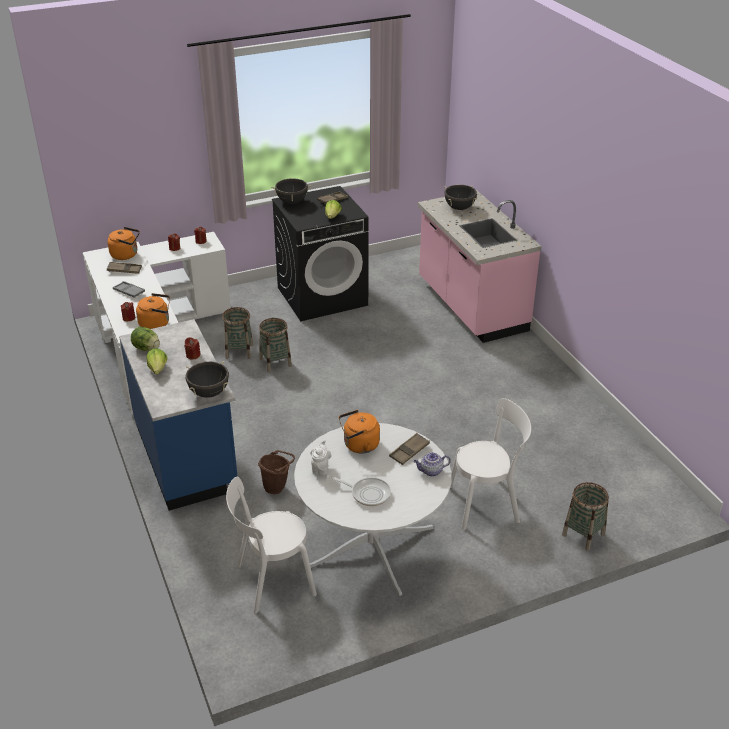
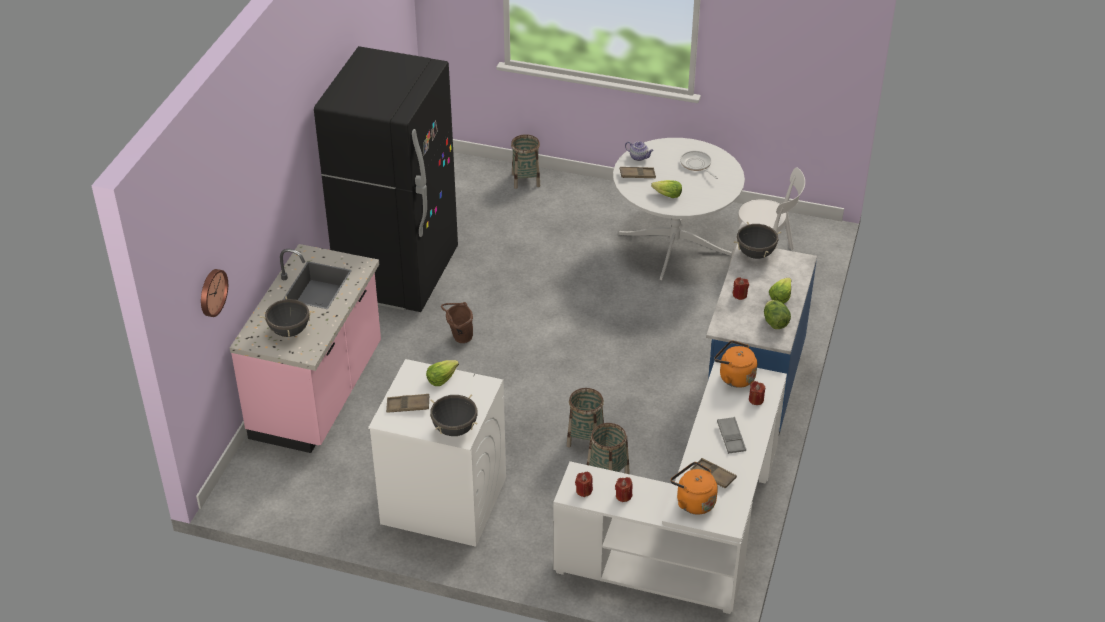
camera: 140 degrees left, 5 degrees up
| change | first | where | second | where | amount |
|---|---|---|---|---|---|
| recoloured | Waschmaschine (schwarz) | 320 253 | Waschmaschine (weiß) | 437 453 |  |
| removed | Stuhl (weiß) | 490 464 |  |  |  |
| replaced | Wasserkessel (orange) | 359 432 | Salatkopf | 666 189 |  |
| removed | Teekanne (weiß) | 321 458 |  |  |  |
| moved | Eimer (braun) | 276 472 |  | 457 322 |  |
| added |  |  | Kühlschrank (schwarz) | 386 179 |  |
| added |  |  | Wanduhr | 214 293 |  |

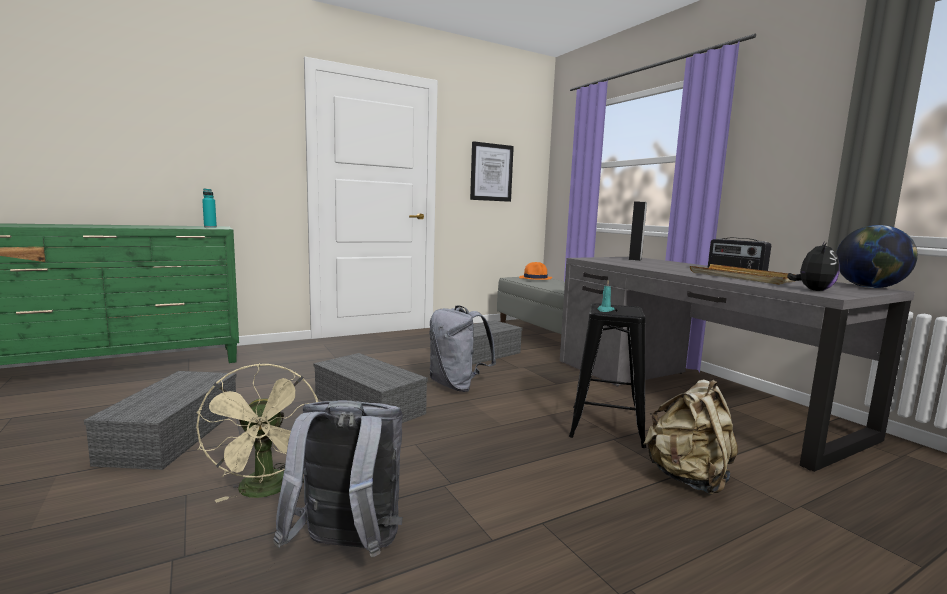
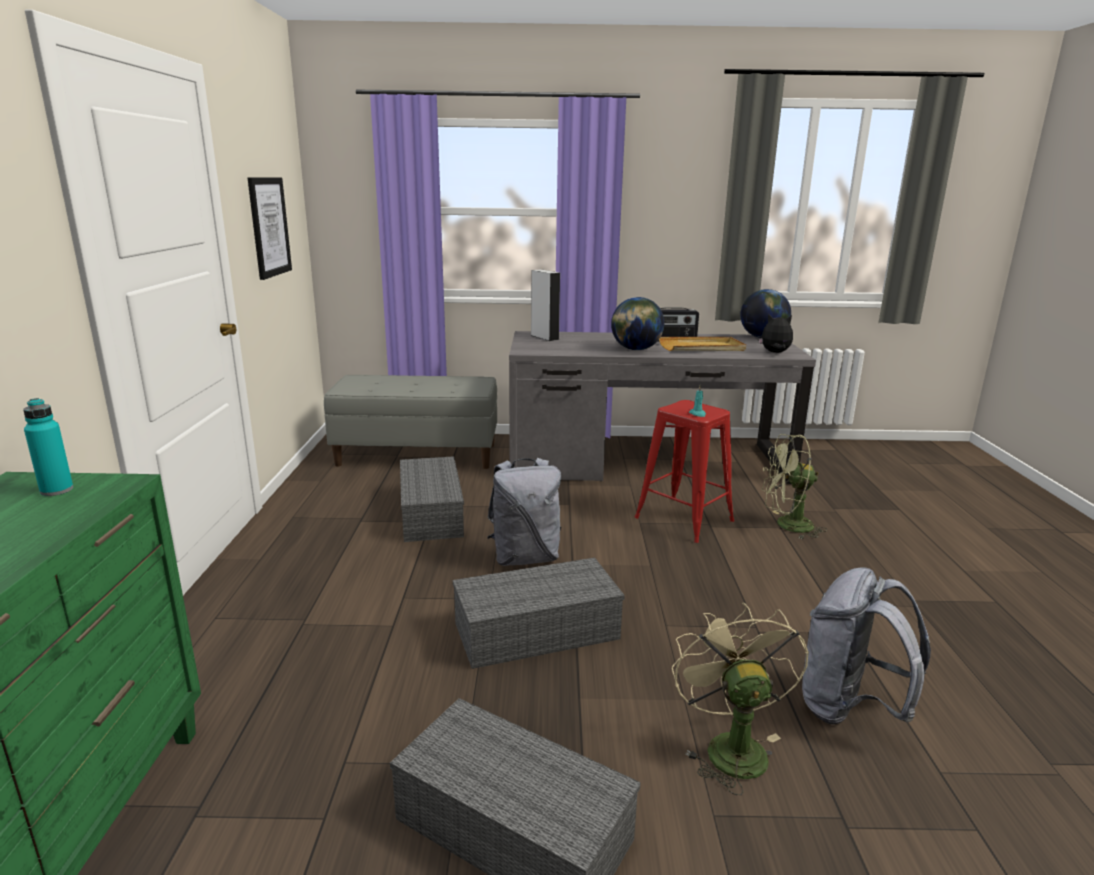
camera: 60 degrees left, 10 degrees up
| change | first | where | second | where | amount |
|---|---|---|---|---|---|
| turned | Plüschtier | 813 266 |  | 776 333 | 45 degrees counterclockwise |
| removed | Hut (orange) | 535 271 |  |  |  |
| recoloured | Hocker (schwarz) | 607 375 | Hocker (rot) | 684 471 |  |
| turned | Ventilator (beige) | 257 433 |  | 740 698 | 105 degrees counterclockwise |
| replaced | Rucksack (beige) | 690 437 | Ventilator (grün) | 794 486 |  |
| added |  |  | Globus | 637 323 |  |

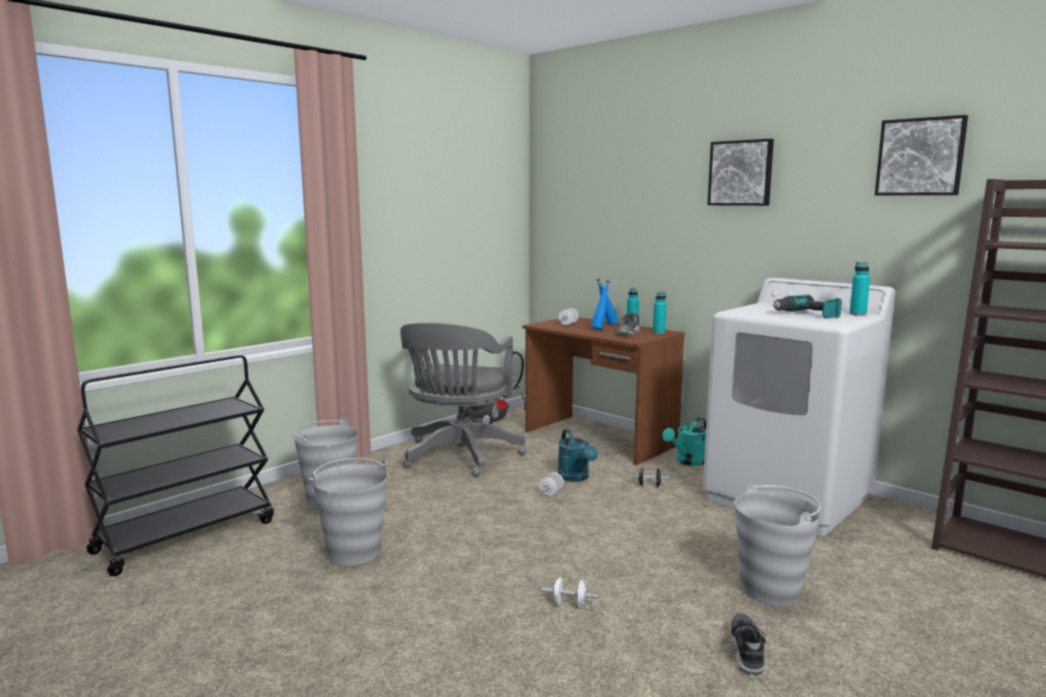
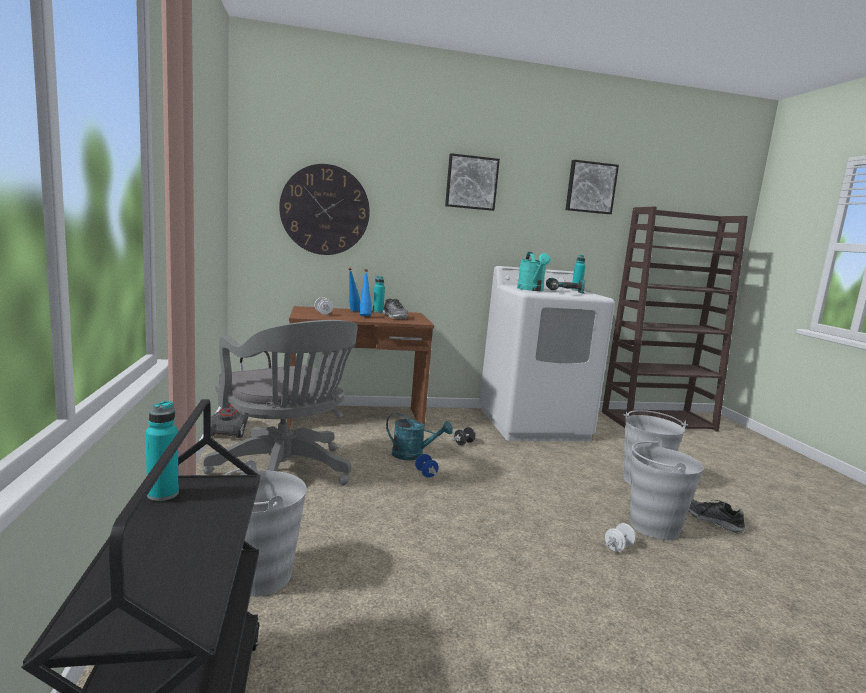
camera: 55 degrees left, 0 degrees up
| change | first | where | second | where | amount |
|---|---|---|---|---|---|
| moved | Flasche (türkis) | 659 313 |  | 162 451 |  |
| moved | Gießkanne (türkis) | 684 442 |  | 534 271 |  |
| moved | Eimer (grau) | 348 511 |  | 667 488 |  |
| recoloured | Hantel (weiß) | 551 484 | Hantel (blau) | 427 466 |  |
| added |  |  | Wanduhr | 324 209 |  |

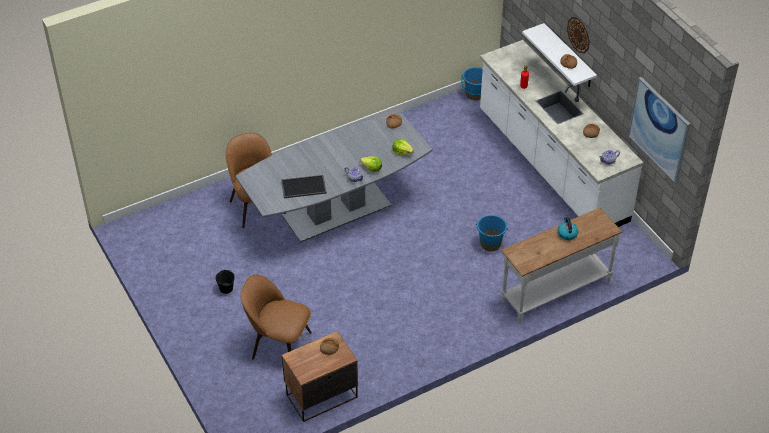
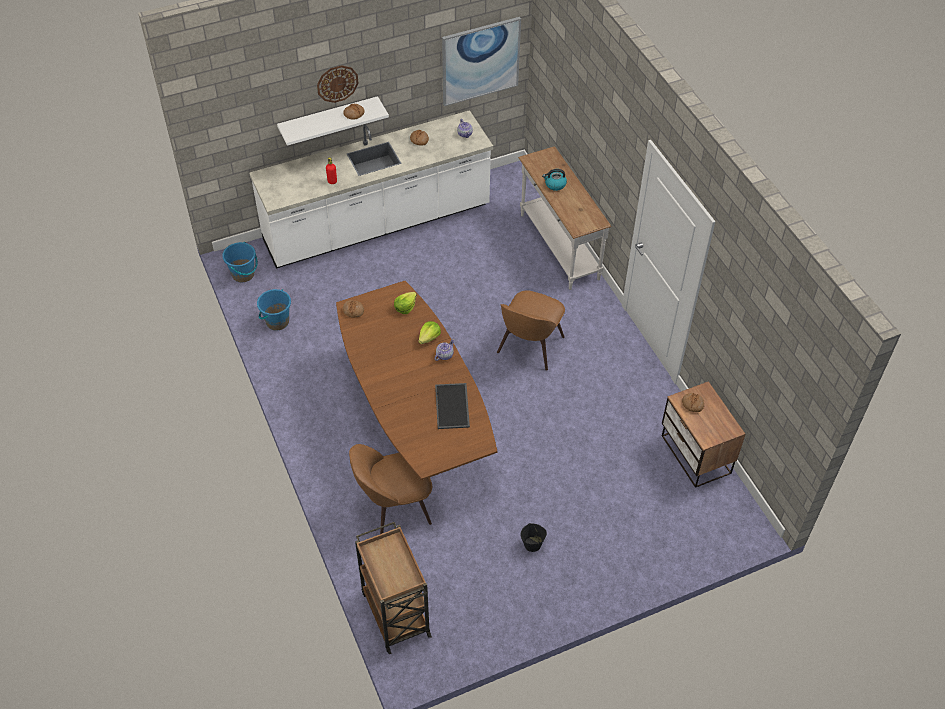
camera: 85 degrees left, 5 degrees up
| change | first | where | second | where | amount |
|---|---|---|---|---|---|
| recoloured | Esstisch (grau) | 334 177 | Esstisch (braun) | 416 380 |  |
| moved | Eimer (blau) | 492 233 |  | 274 309 |  |
| moved | Stuhl (braun) | 276 317 |  | 531 330 |  |
| added |  |  | Rollwagen (braun) | 393 588 |  |

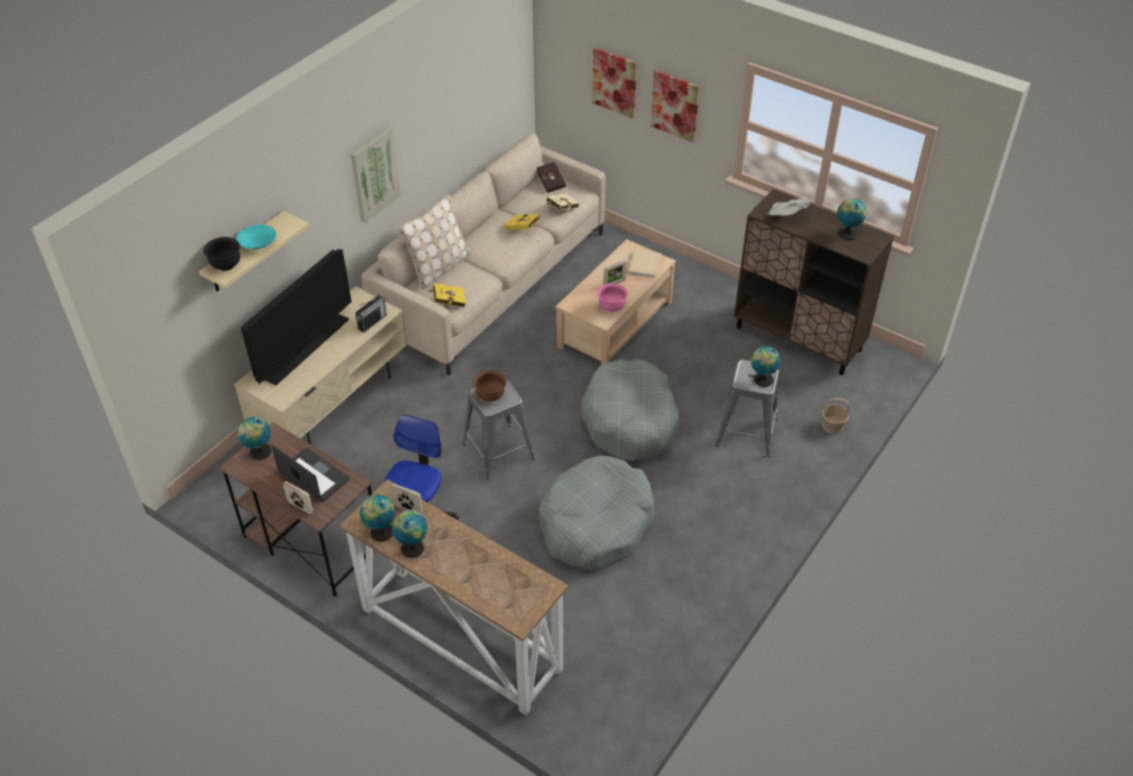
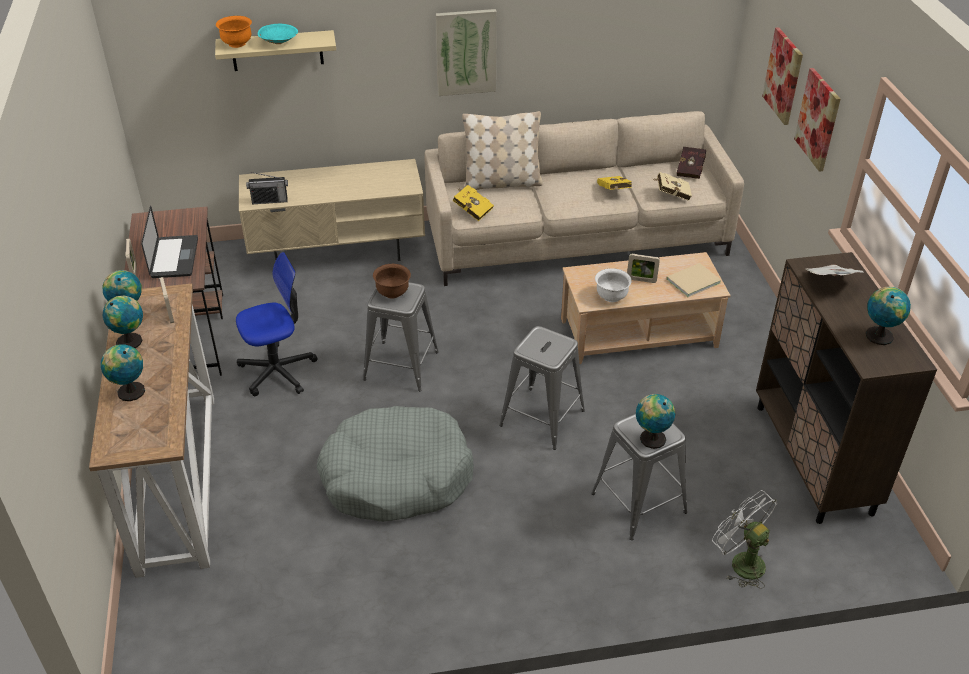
camera: 45 degrees right, 5 degrees down
| change | first | where | second | where | amount |
|---|---|---|---|---|---|
| recoloured | Schüssel (schwarz) | 221 254 | Schüssel (orange) | 234 32 |  |
| removed | Fernseher | 296 317 |  |  |  |
| recoloured | Schüssel (rosa) | 612 297 | Schüssel (weiß) | 613 285 |  |
| moved | Radio | 371 314 |  | 267 188 |  |
| replaced | Hundebett (grau) | 630 410 | Hocker (grau) | 542 388 |  |
| replaced | Korb | 835 416 | Ventilator (weiß) | 744 539 |  |
| moved | Globus | 254 438 |  | 123 372 |  |

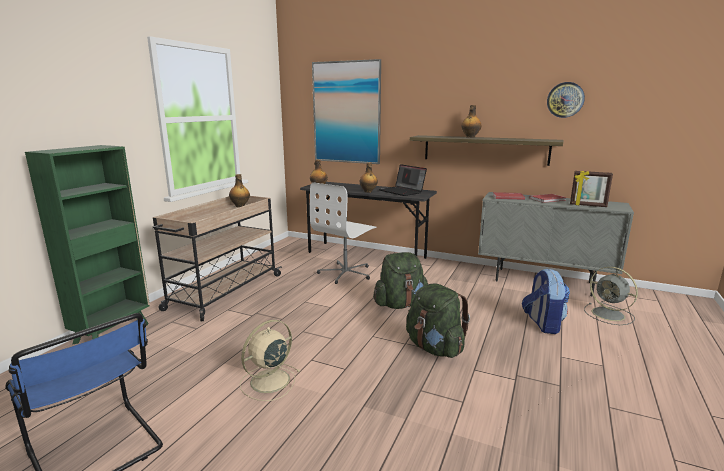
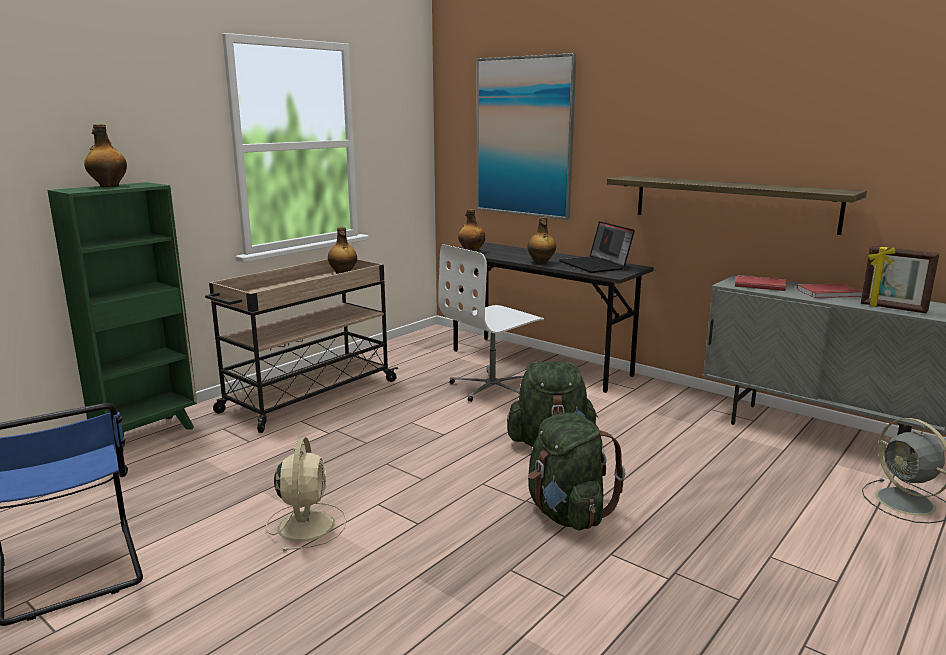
camera: 15 degrees right, 0 degrees up
| change | first | where | second | where | amount |
|---|---|---|---|---|---|
| removed | Wanduhr | 566 100 |  |  |  |
| moved | Flasche | 472 121 |  | 105 155 |  |
| removed | Rucksack | 546 301 |  |  |  |
| turned | Ventilator (beige) | 270 360 |  | 306 494 | 120 degrees clockwise |

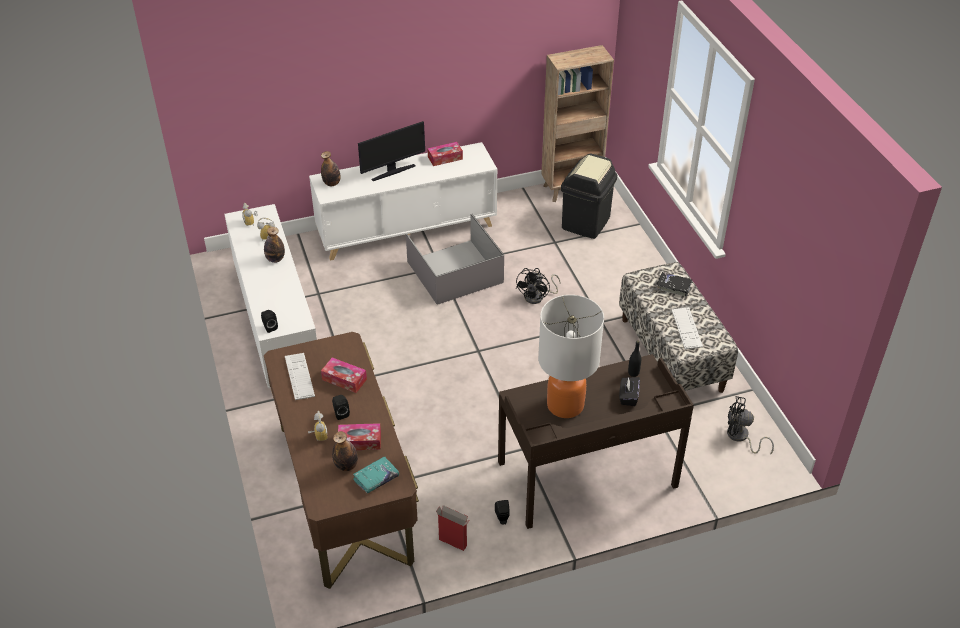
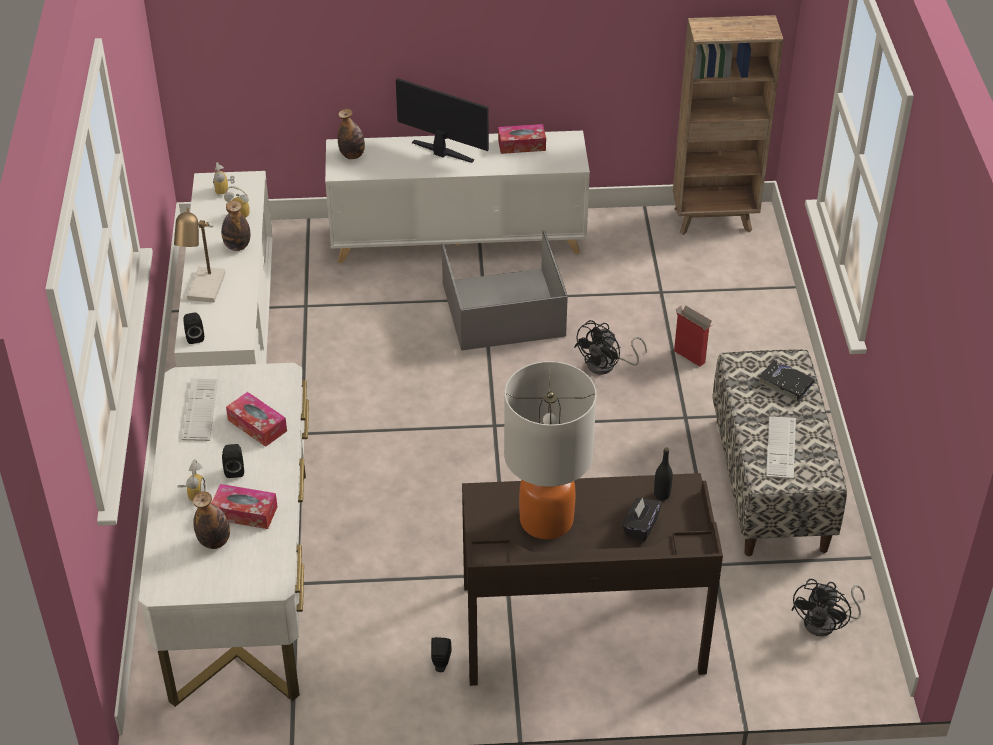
camera: 15 degrees right, 0 degrees up
| change | first | where | second | where | amount |
|---|---|---|---|---|---|
| turned | Monitor | 391 151 |  | 442 120 | 135 degrees counterclockwise |
| removed | Mülleimer (schwarz) | 589 196 |  |  |  |
| recoloured | Schreibtisch (braun) | 341 460 | Schreibtisch (weiß) | 223 535 |  |
| turned | Ventilator (schwarz) | 750 425 |  | 828 608 | 90 degrees counterclockwise |
| removed | Buch (türkis) | 376 475 |  |  |  |
| moved | Karton | 453 528 |  | 693 336 |  |
| added |  |  | Tischlampe | 200 255 |  |

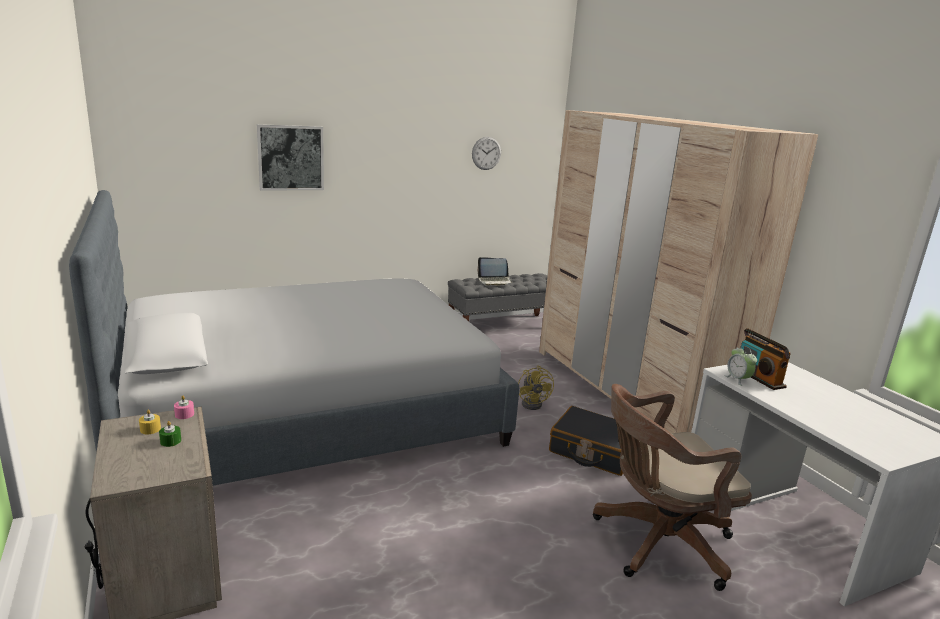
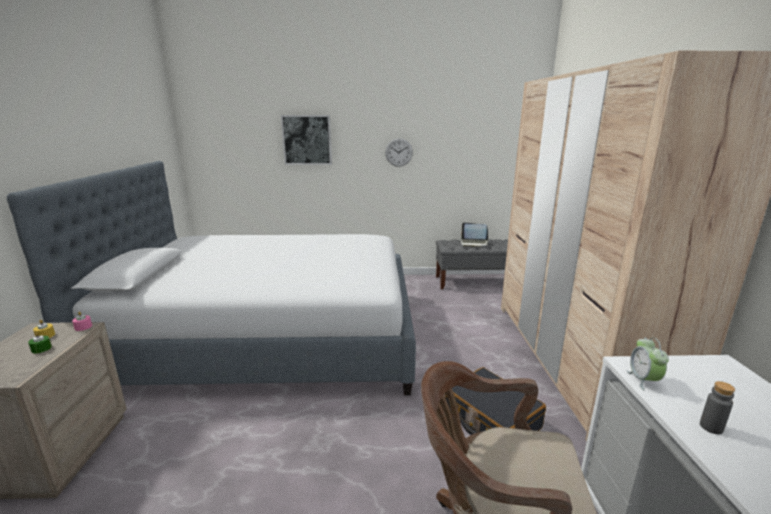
camera: 25 degrees right, 0 degrees up
| change | first | where | second | where | amount |
|---|---|---|---|---|---|
| moved | Wanduhr | 486 153 |  | 399 152 |  |
| removed | Radio | 766 359 |  |  |  |
| removed | Ventilator (gelb) | 536 387 |  |  |  |
| added |  |  | Flasche (grau) | 717 407 |  |

